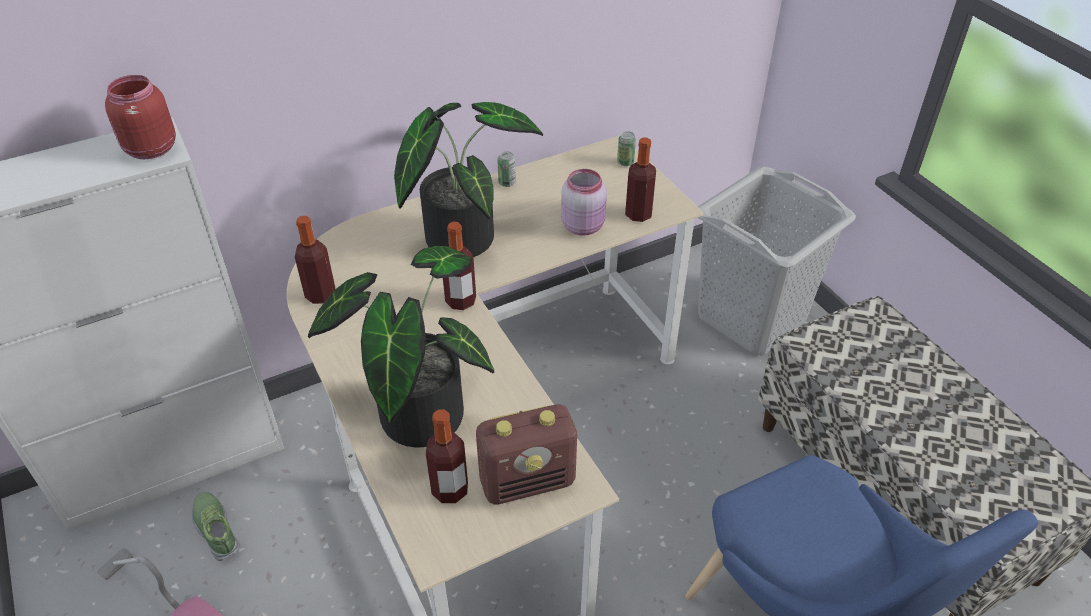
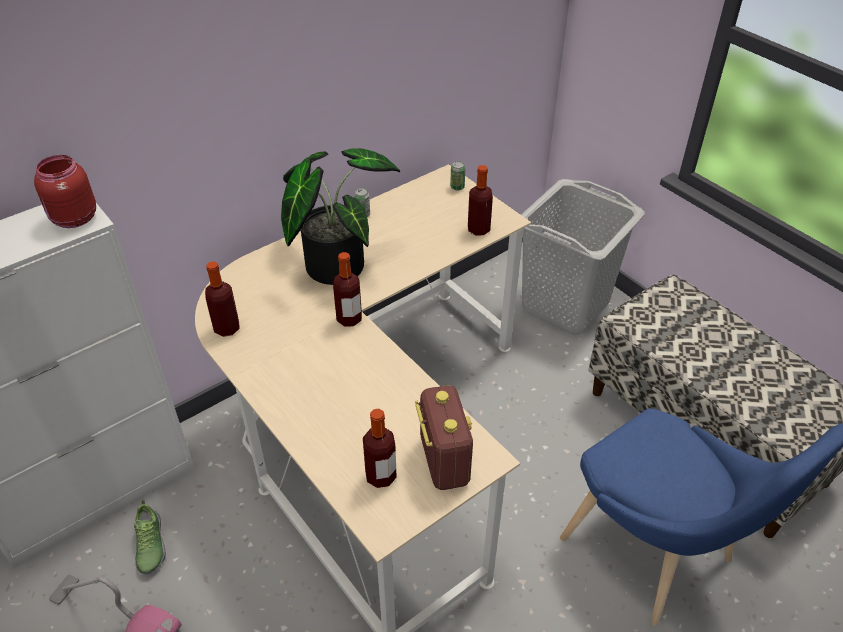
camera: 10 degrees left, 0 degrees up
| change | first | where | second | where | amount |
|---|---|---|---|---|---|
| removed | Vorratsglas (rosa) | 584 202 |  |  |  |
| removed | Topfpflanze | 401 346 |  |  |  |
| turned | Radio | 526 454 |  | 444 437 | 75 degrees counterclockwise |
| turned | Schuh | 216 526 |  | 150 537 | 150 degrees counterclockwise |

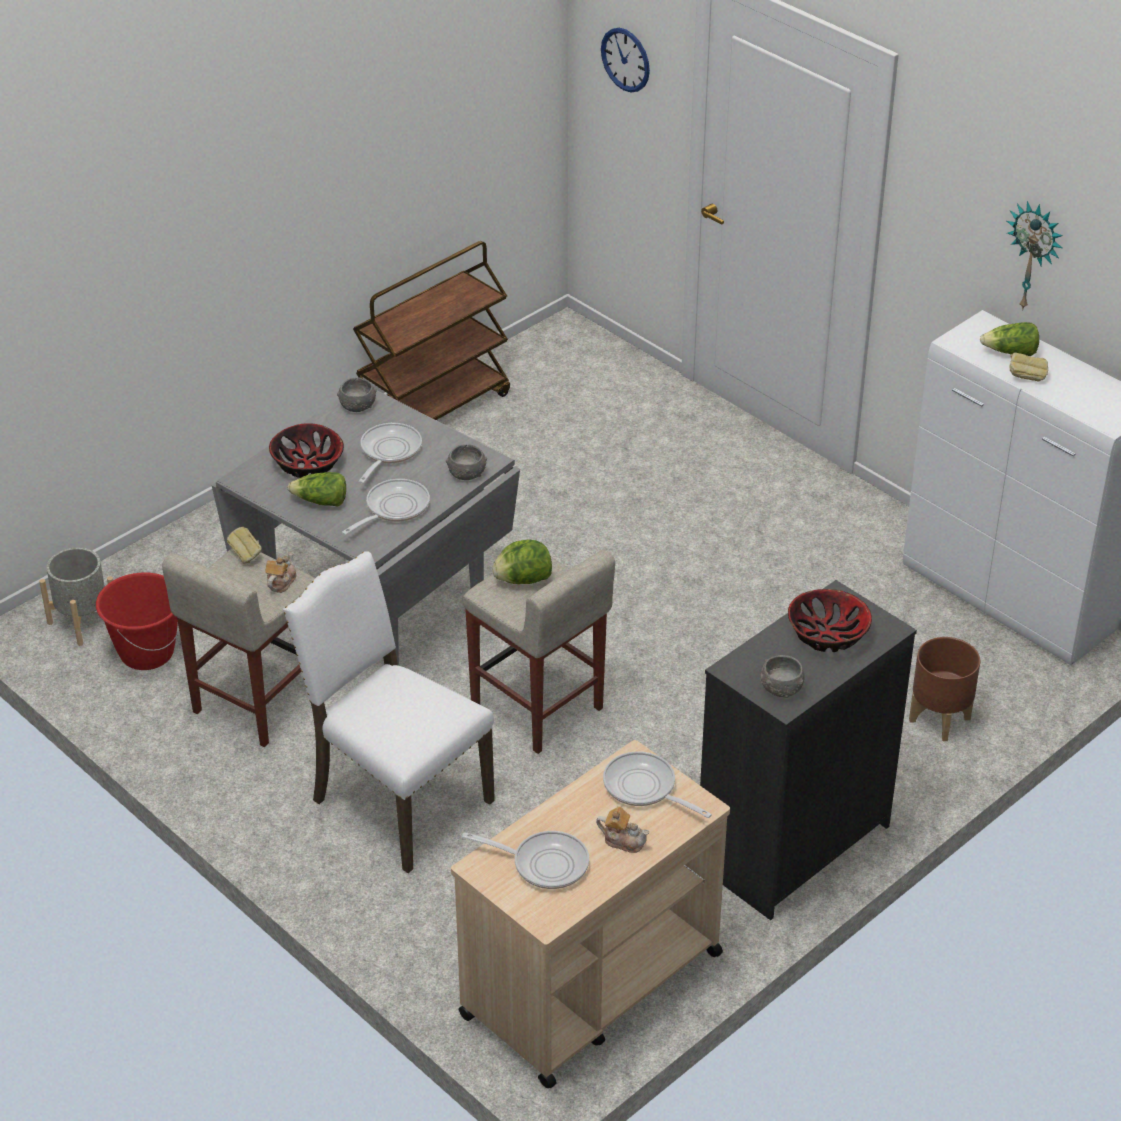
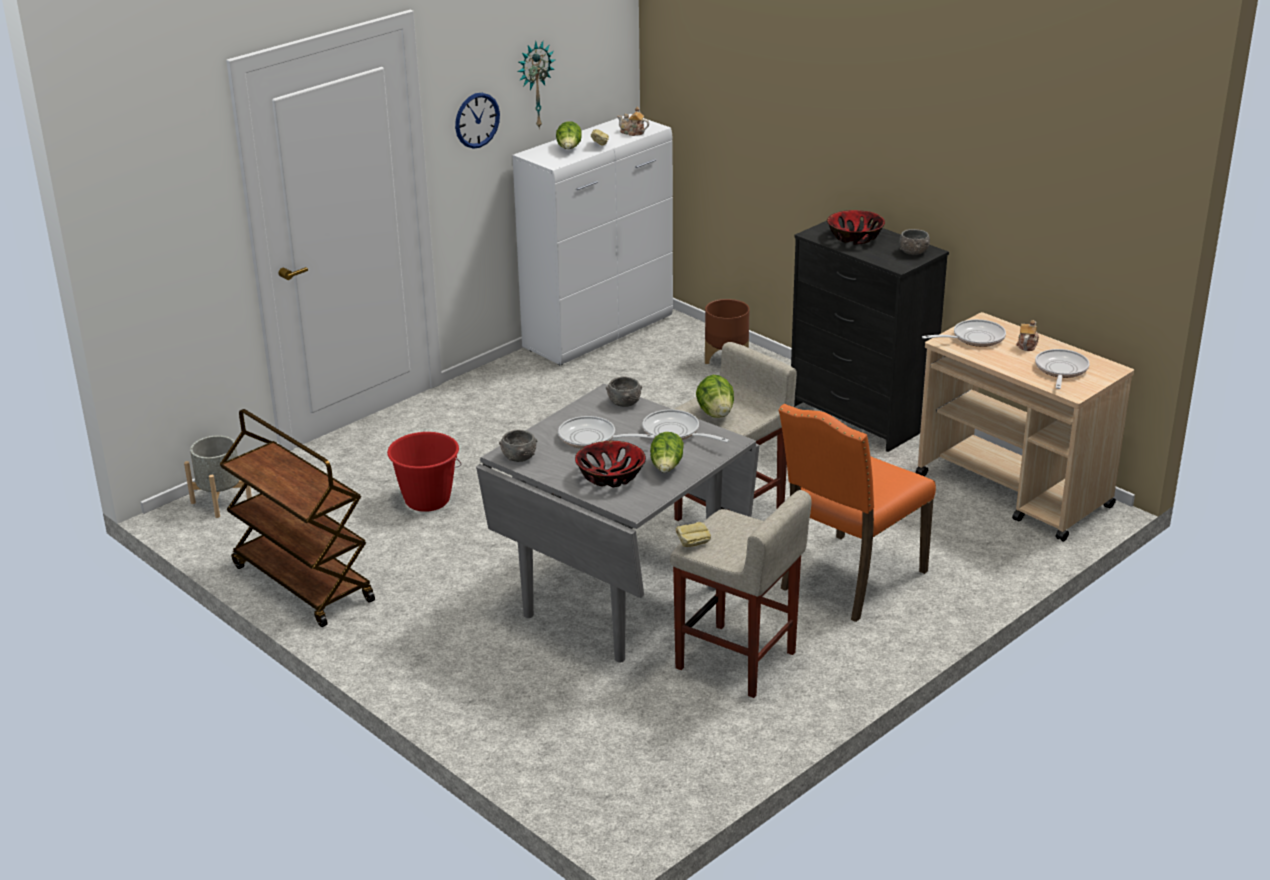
camera: 90 degrees left, 10 degrees down
| change | first | where | second | where | amount |
|---|---|---|---|---|---|
| moved | Wanduhr | 625 60 |  | 477 121 |  |
| moved | Pflanzkübel (grau) | 76 596 |  | 218 476 |  |
| recoloured | Stuhl (weiß) | 389 712 | Stuhl (orange) | 857 513 |  |
| moved | Teekanne | 280 572 |  | 633 121 |  |
| moved | Eimer (rot) | 137 621 |  | 424 472 |  |
| turned | Pfanne | 657 784 |  | 964 333 | 150 degrees counterclockwise |

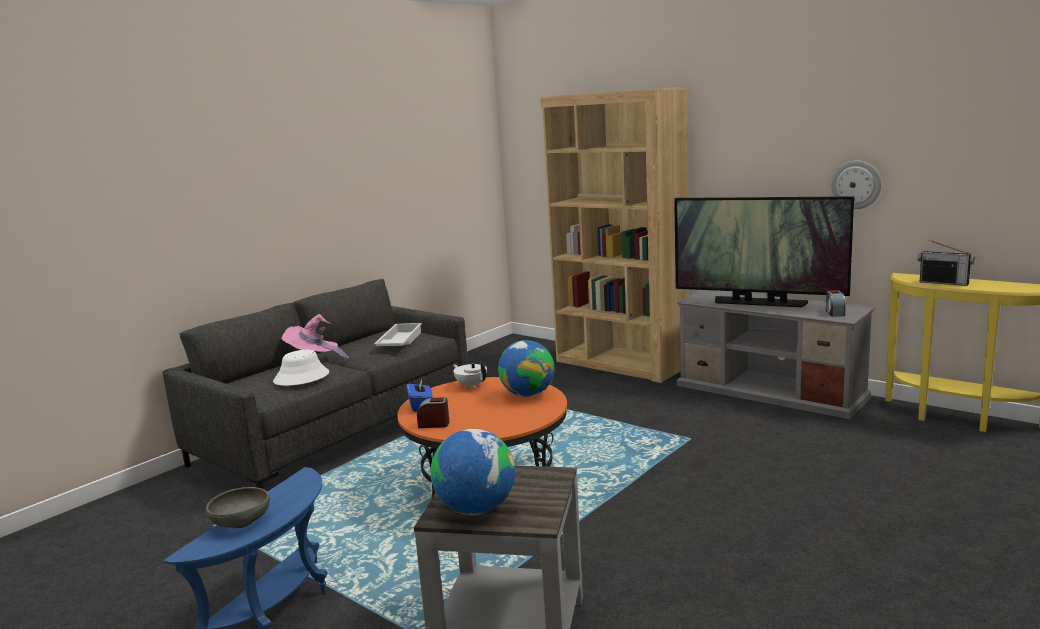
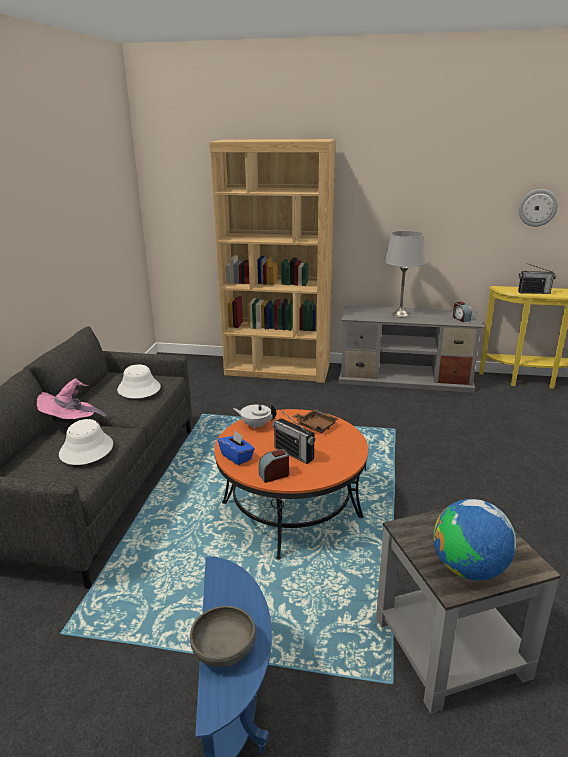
camera: 30 degrees left, 10 degrees up
| change | first | where | second | where | amount |
|---|---|---|---|---|---|
| moved | Wanduhr | 856 185 |  | 538 208 |  |
| replaced | Fernseher | 764 251 | Tischlampe (grau) | 405 274 |  |
| replaced | Tablett (weiß) | 398 334 | Hut (weiß) | 139 381 |  |
| replaced | Globus | 526 368 | Tablett (braun) | 315 421 |  |
| added |  |  | Radio | 293 437 |  |

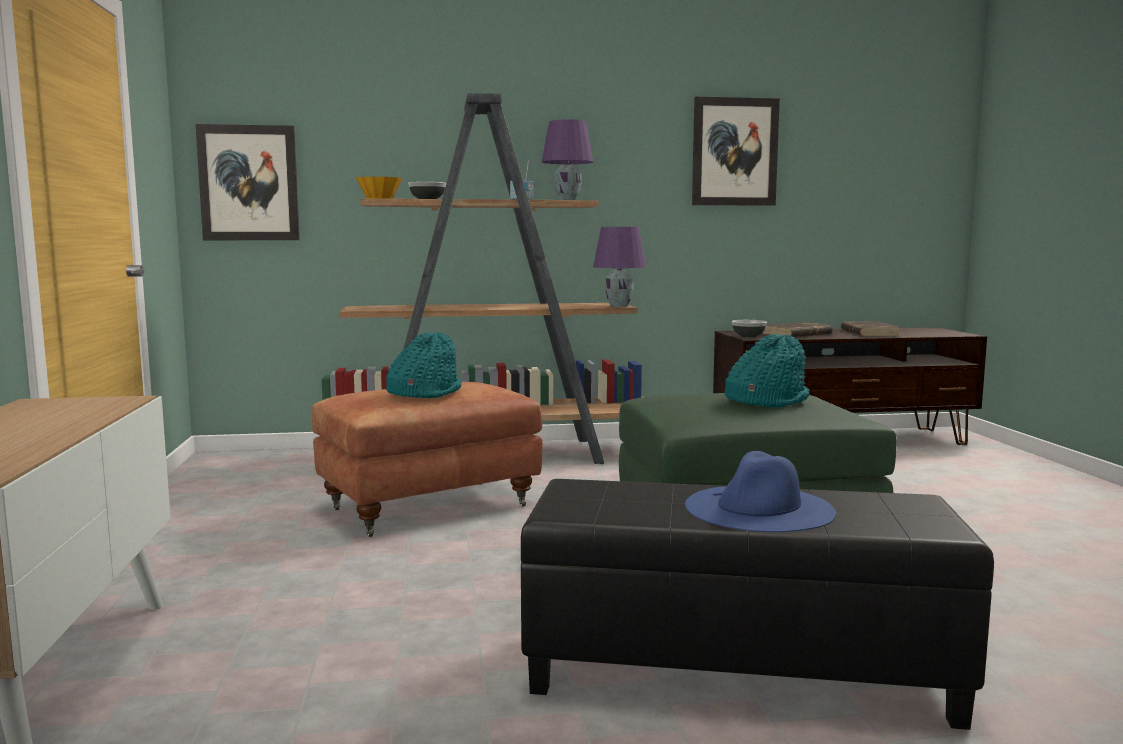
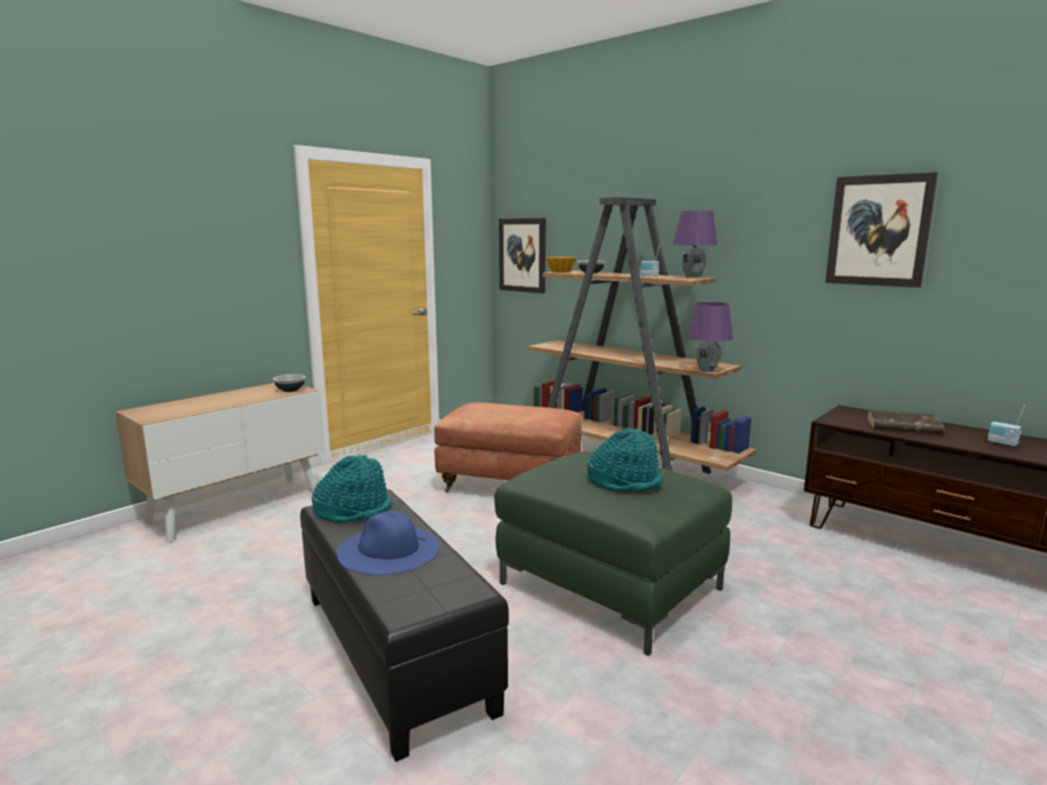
camera: 50 degrees right, 5 degrees up
| change | first | where | second | where | amount |
|---|---|---|---|---|---|
| moved | Schüssel | 749 328 |  | 289 383 |  |
| replaced | Buch (braun) | 870 328 | Radio | 1006 426 |  |
| moved | Hut (türkis) | 424 365 |  | 352 489 |  |

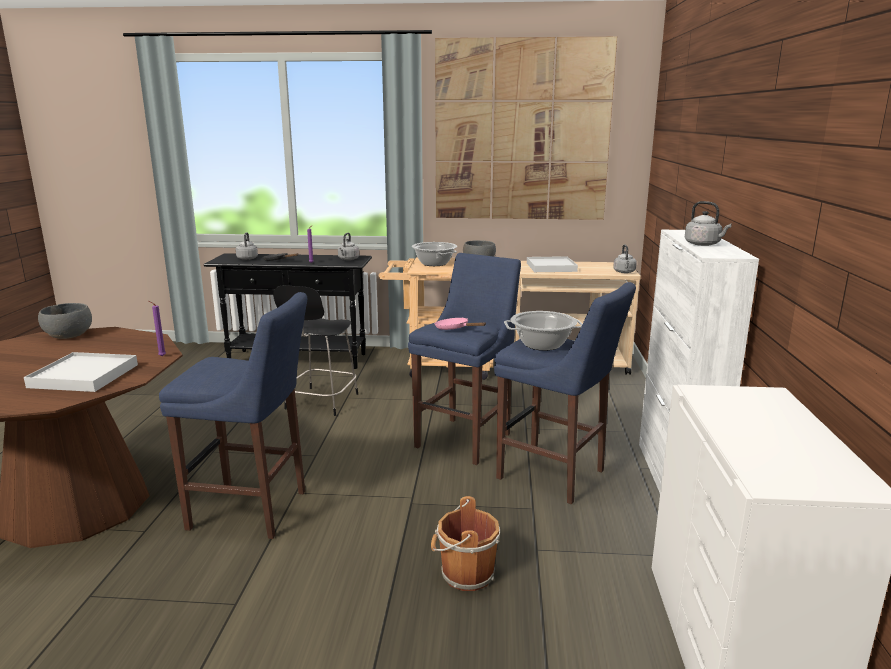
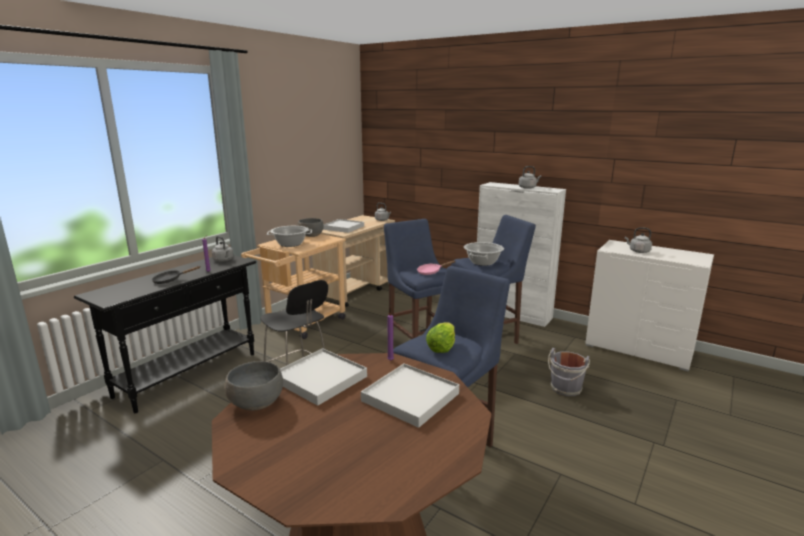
camera: 60 degrees left, 0 degrees up
| change | first | where | second | where | amount |
|---|---|---|---|---|---|
| removed | Bild | 526 128 |  |  |  |
| moved | Wasserkessel (grau) | 247 246 |  | 638 240 |  |
| recoloured | Eimer (braun) | 465 543 | Eimer (grau) | 569 372 |  |
| added |  |  | Salatkopf | 440 337 |  |
| added |  |  | Tablett (weiß) | 323 377 |  |

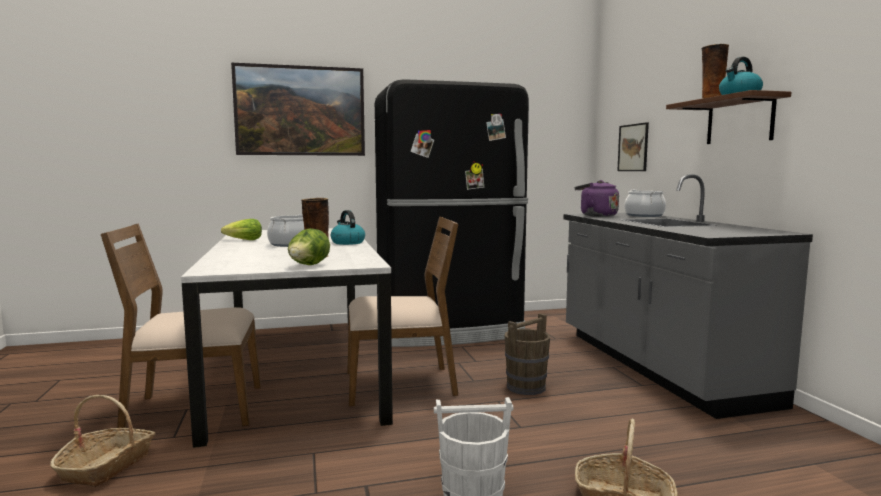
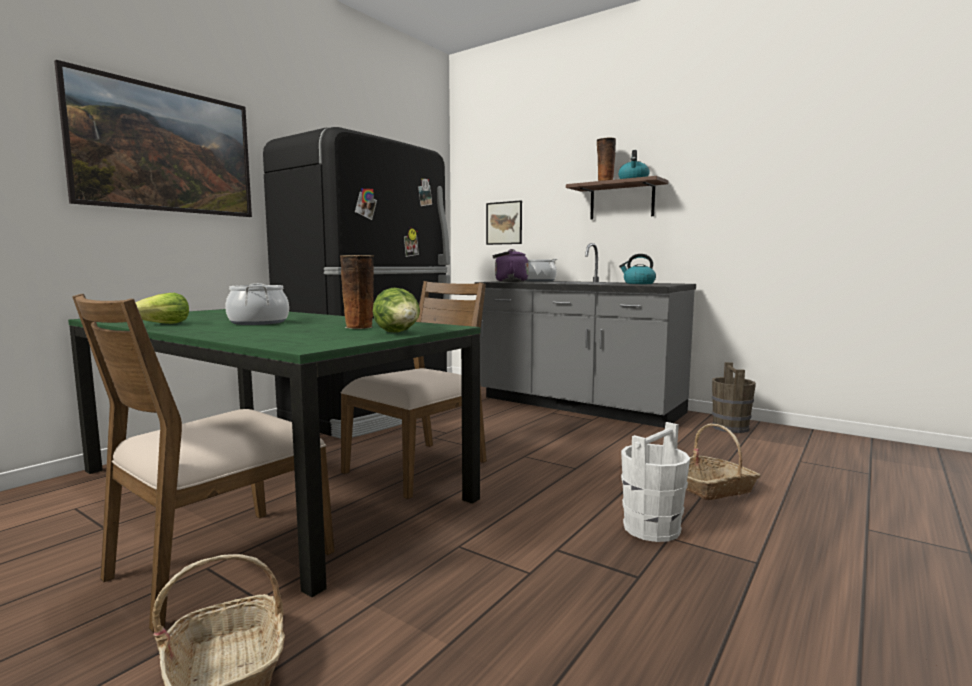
camera: 40 degrees left, 0 degrees up
| change | first | where | second | where | amount |
|---|---|---|---|---|---|
| moved | Wasserkessel | 348 227 |  | 637 269 |  |
| recoloured | Esstisch (weiß) | 287 338 | Esstisch (grün) | 274 453 |  |
| moved | Eimer (braun) | 527 354 |  | 734 397 |  |

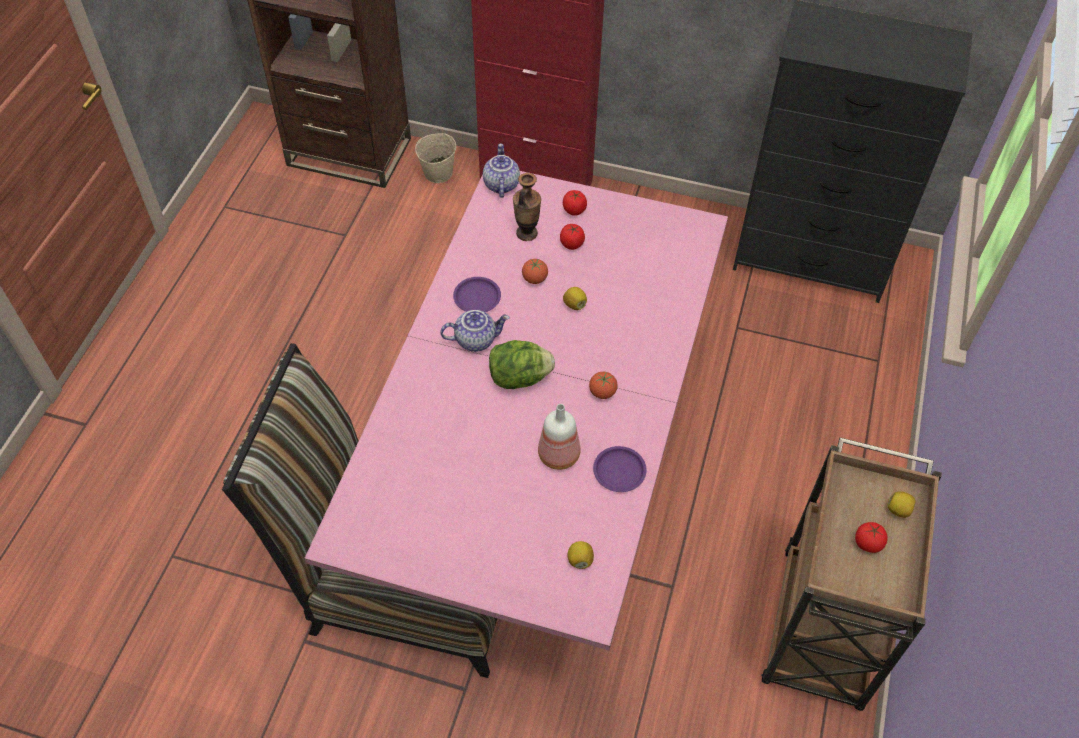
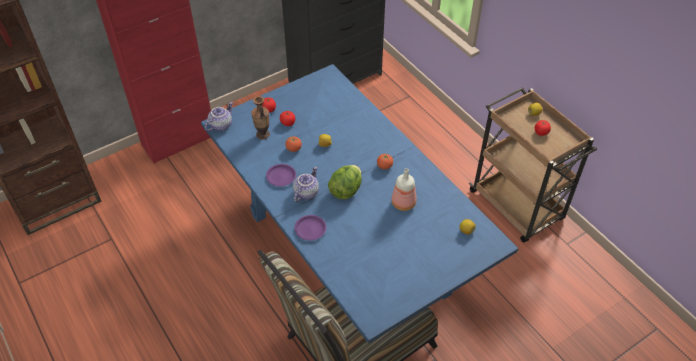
camera: 50 degrees left, 5 degrees down
| change | first | where | second | where | amount |
|---|---|---|---|---|---|
| removed | Eimer (beige) | 435 155 |  |  |  |
| turned | Teekanne | 501 170 |  | 219 116 | 90 degrees clockwise |
| recoloured | Esstisch (rosa) | 516 410 | Esstisch (blau) | 360 204 |  |
| moved | Teller (lila) | 620 469 |  | 310 227 |  |

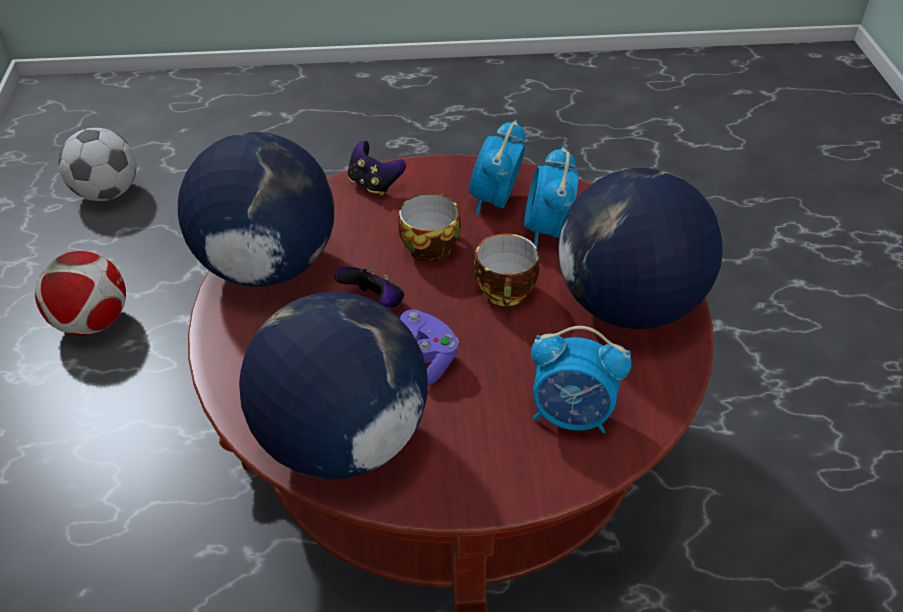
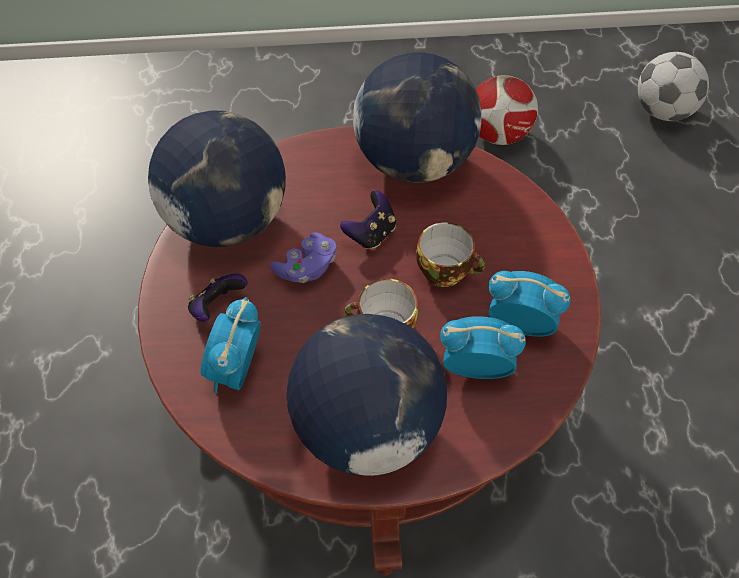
camera: 90 degrees right, 10 degrees up
| change | first | where | second | where | amount |
|---|---|---|---|---|---|
| moved | Gamepad | 377 168 |  | 218 298 |  |

